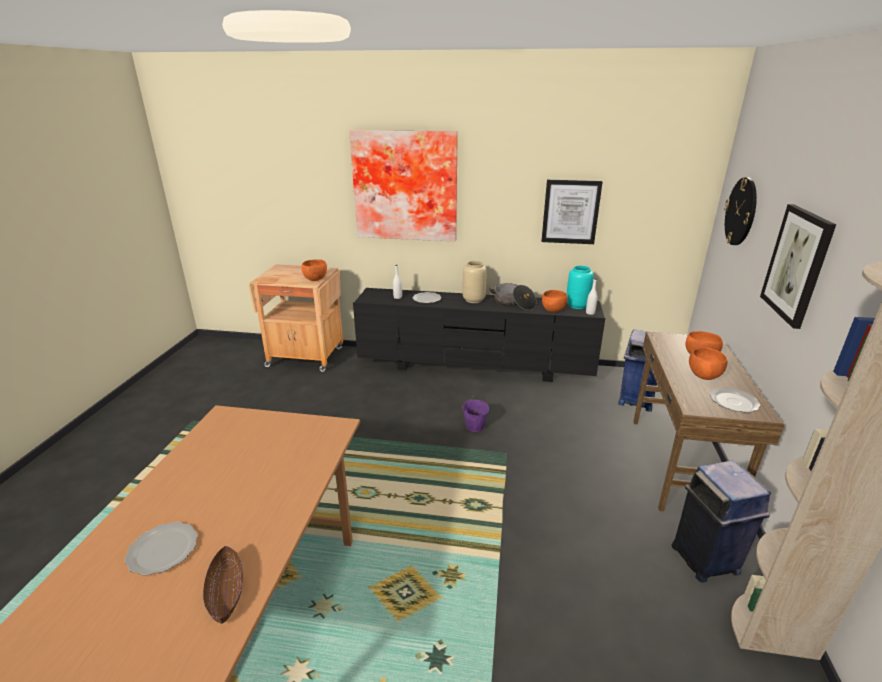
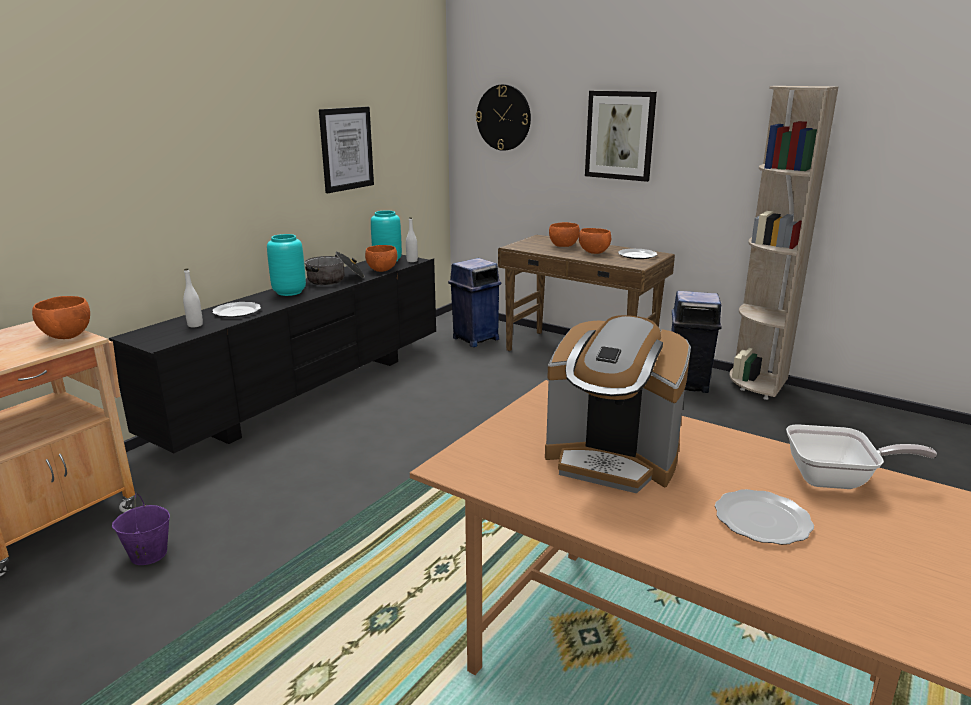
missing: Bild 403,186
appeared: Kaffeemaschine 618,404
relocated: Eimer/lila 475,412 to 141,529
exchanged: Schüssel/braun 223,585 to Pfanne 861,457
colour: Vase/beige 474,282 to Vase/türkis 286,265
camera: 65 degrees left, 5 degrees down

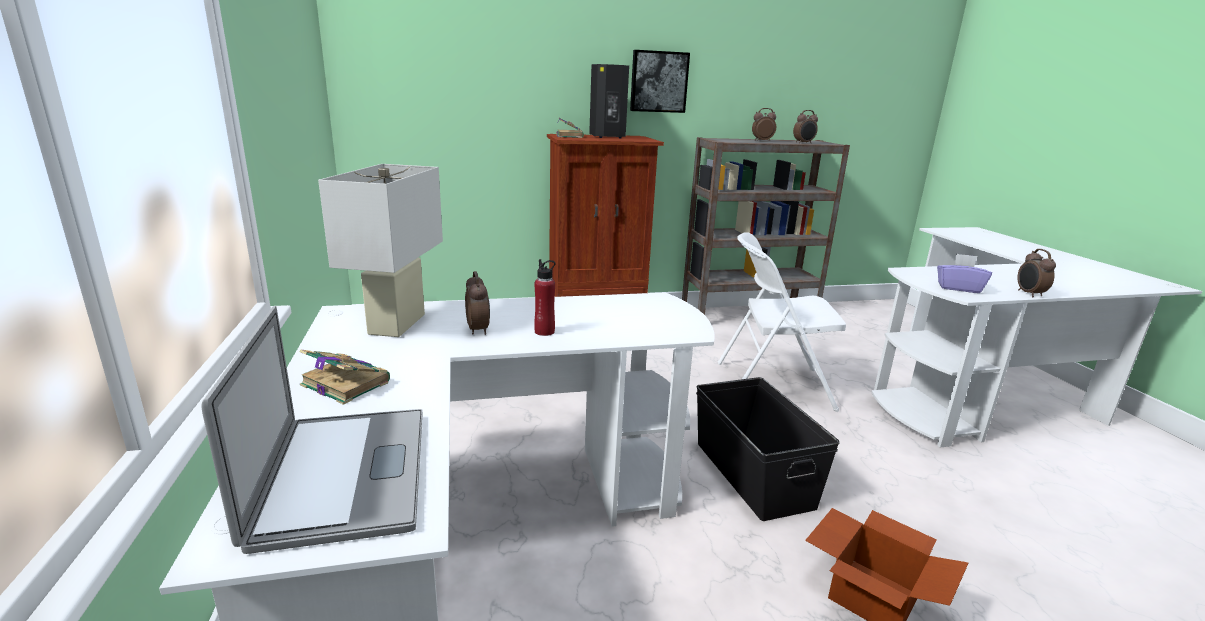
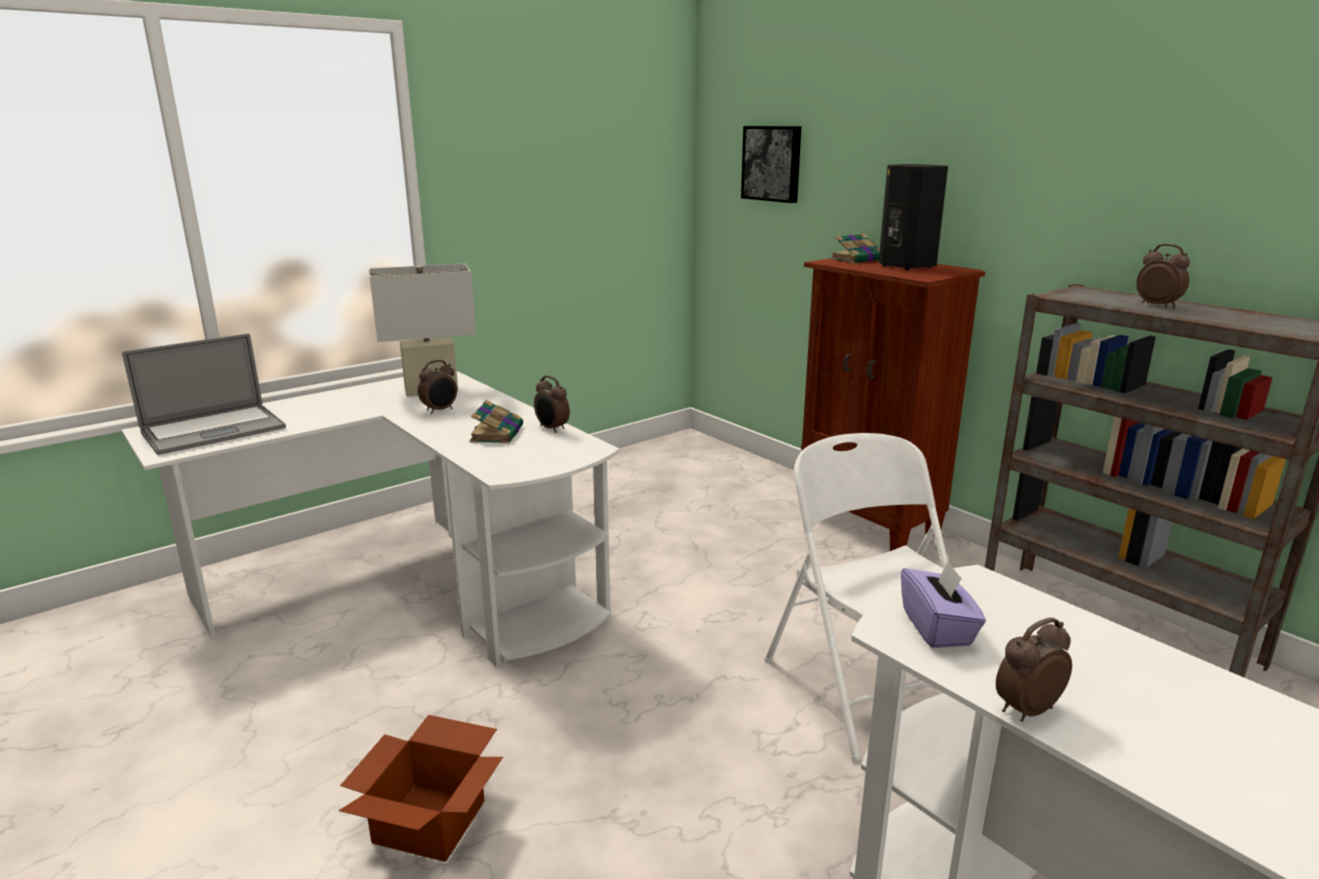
missing: Flasche/rot 545,297; Aufbewahrungsbox/schwarz 768,449
relocated: Buch 345,377 to 496,421; Wecker 805,127 to 552,404; Bild 660,81 to 771,164
camera: 65 degrees right, 0 degrees up

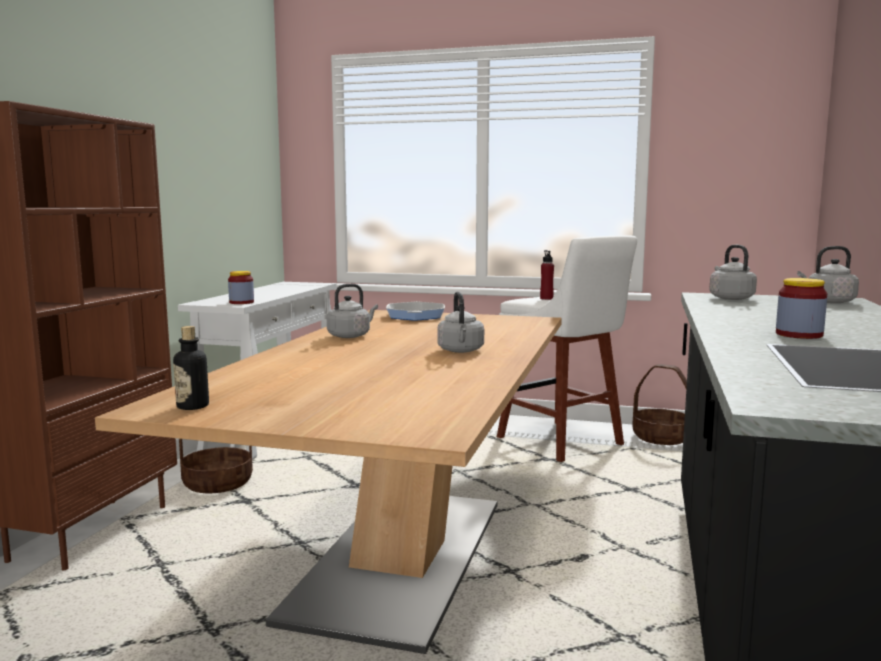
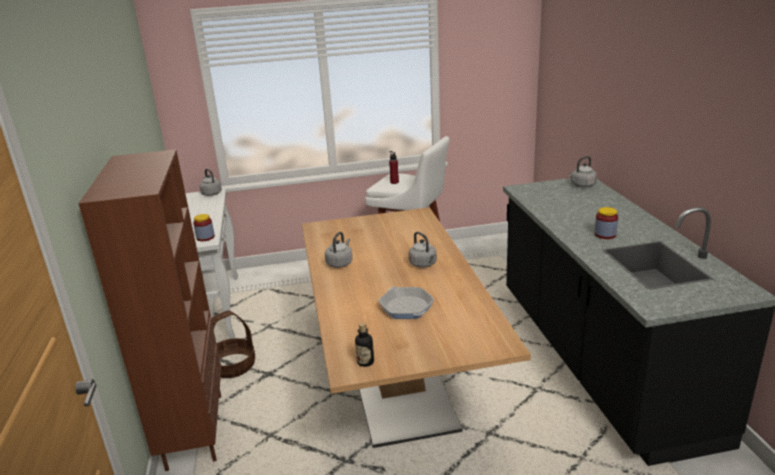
missing: Korb 659,404
relocated: Wasserkessel/grau 733,272 to 210,182; Pfanne 415,311 to 406,303
camera: 25 degrees left, 15 degrees up

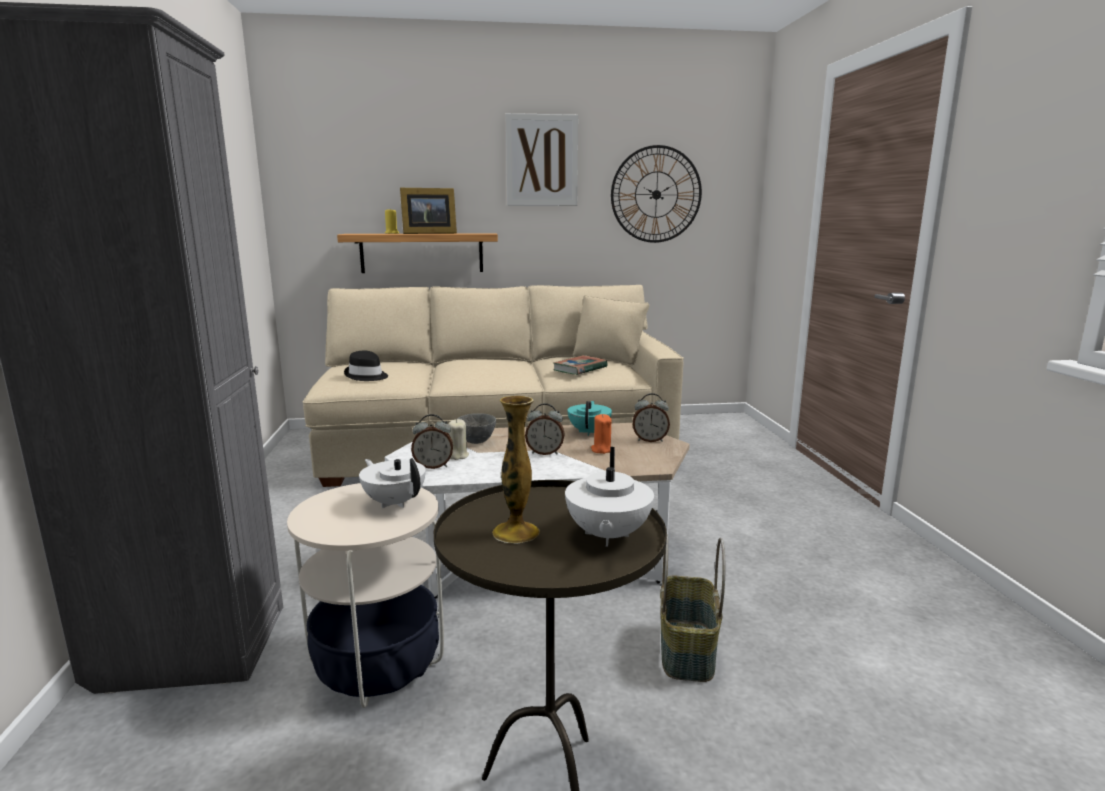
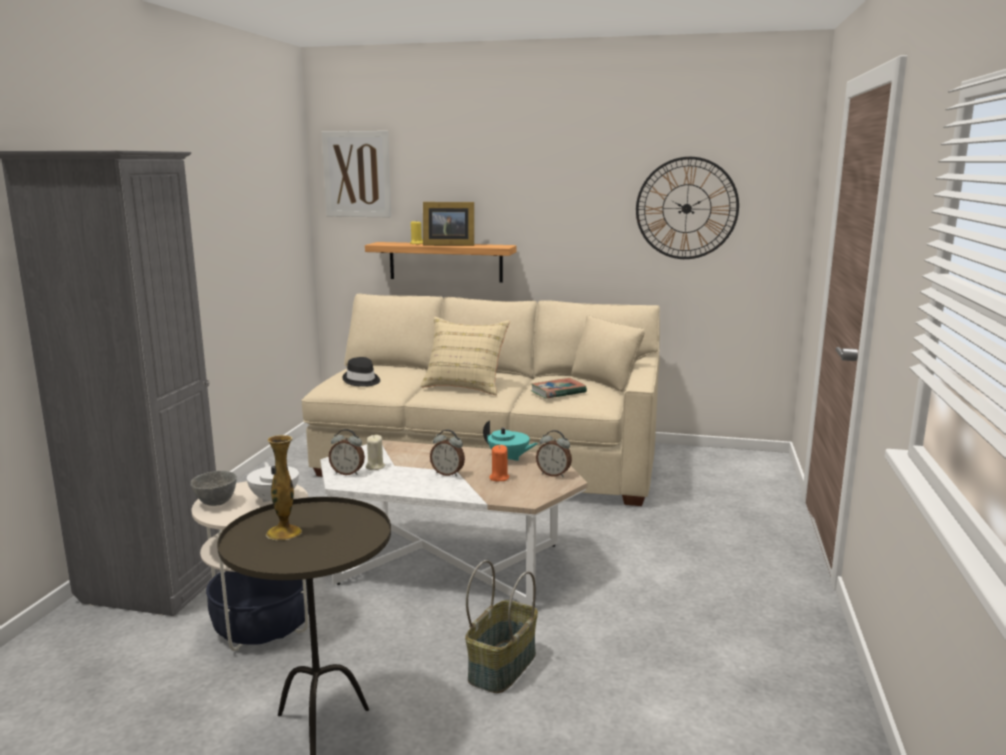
missing: Teekanne/weiß 609,497
appeared: Kissen/beige 465,356
relocated: Schüssel/grau 476,428 to 214,488; Bild 542,159 to 356,174
spun: Teekanne/türkis 589,418 = 510,441 90 degrees clockwise
camera: 20 degrees right, 0 degrees up

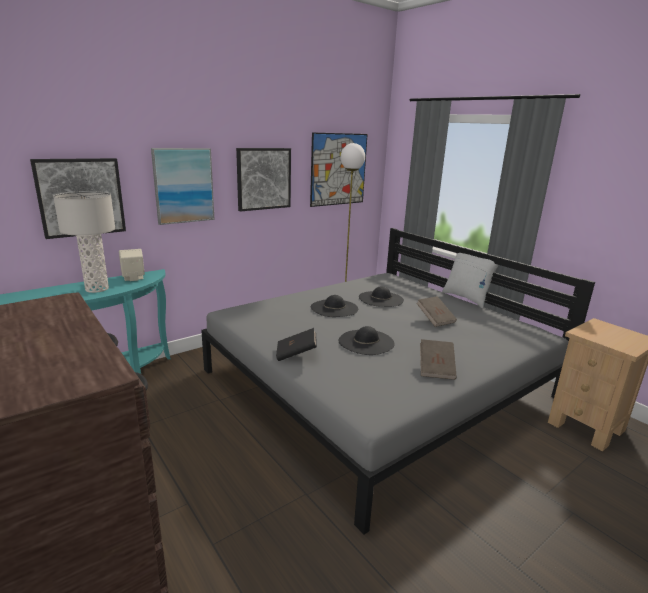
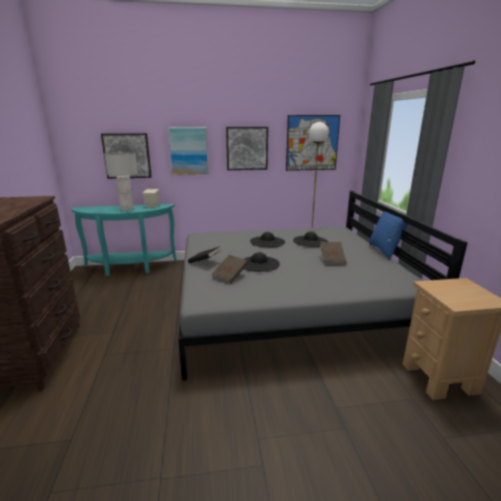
relocated: Buch/braun 438,359 to 230,269
colour: Kissen/grau 470,281 to Kissen/blau 388,233
camera: 30 degrees right, 0 degrees up

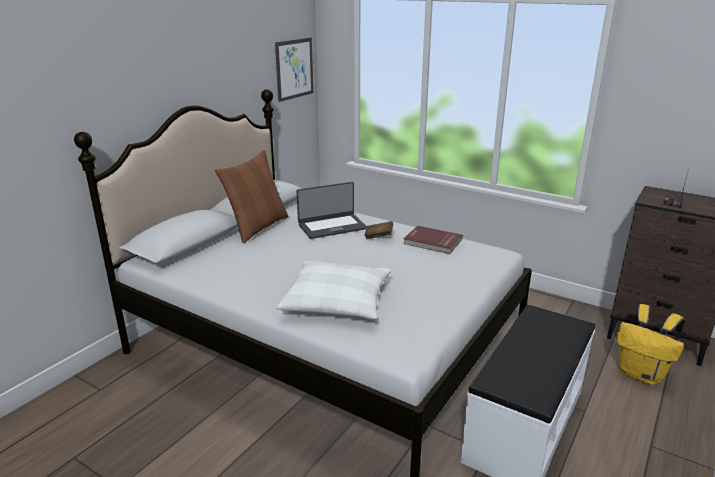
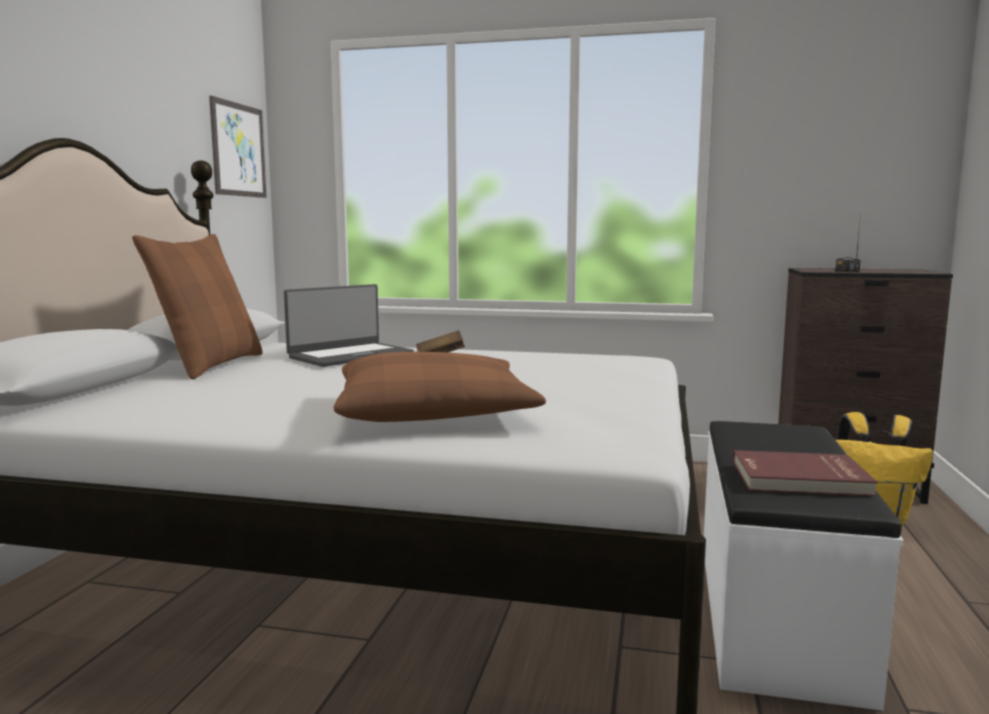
relocated: Buch/rot 433,240 to 805,473
colour: Kissen/weiß 334,290 to Kissen/braun 440,387
camera: 20 degrees left, 15 degrees down

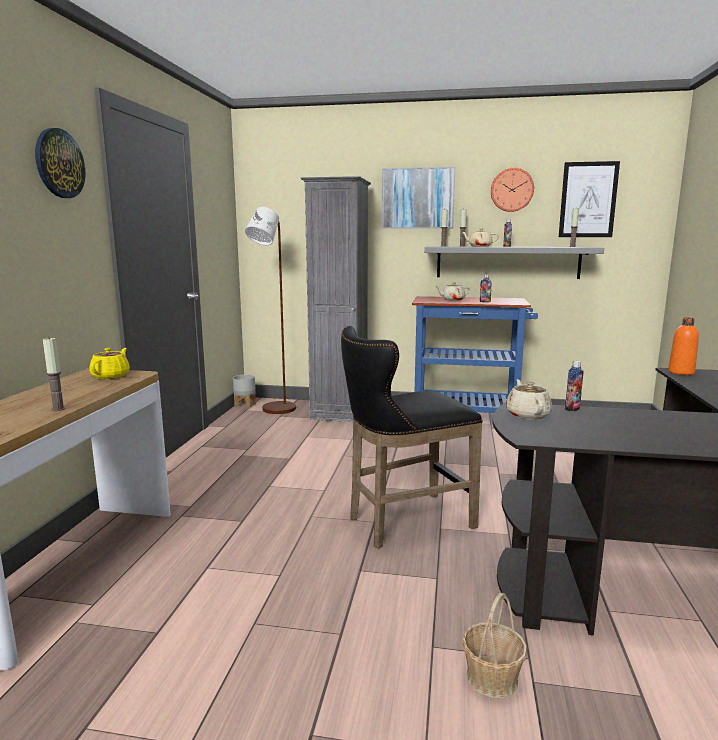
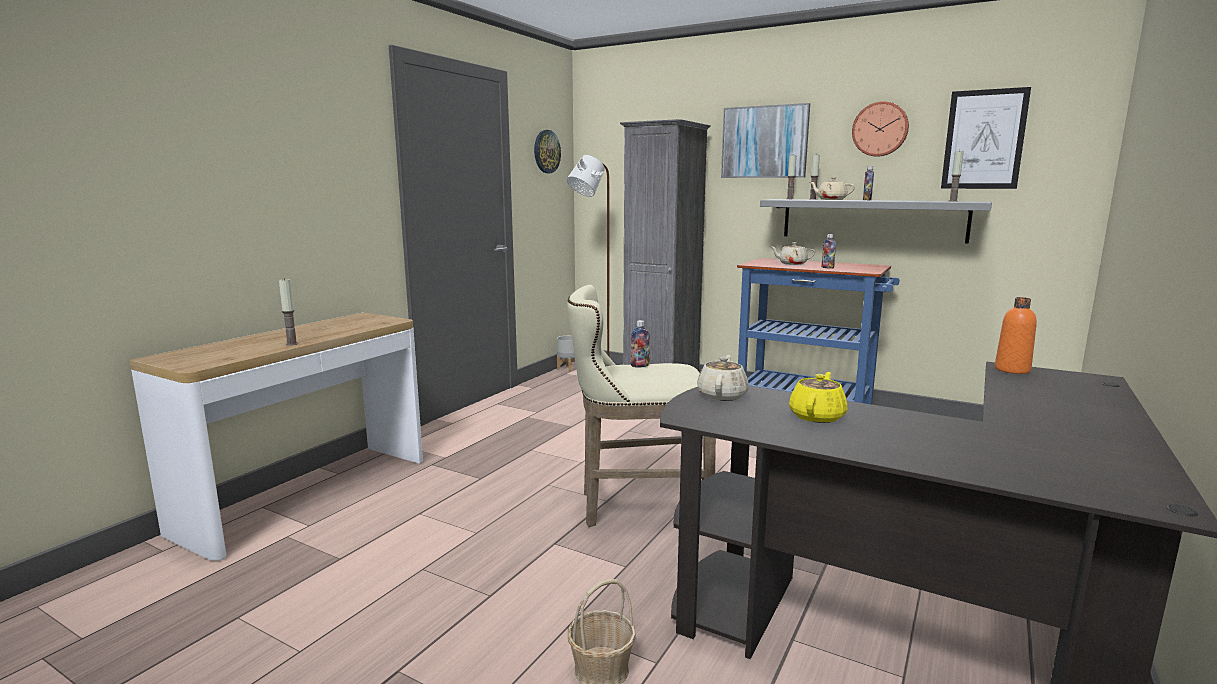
relocated: Wanduhr 60,163 to 547,151; Flasche 574,385 to 640,344; Teekanne/gelb 109,363 to 818,397
colour: Hocker/schwarz 412,437 to Hocker/beige 641,406
camera: 20 degrees right, 0 degrees up

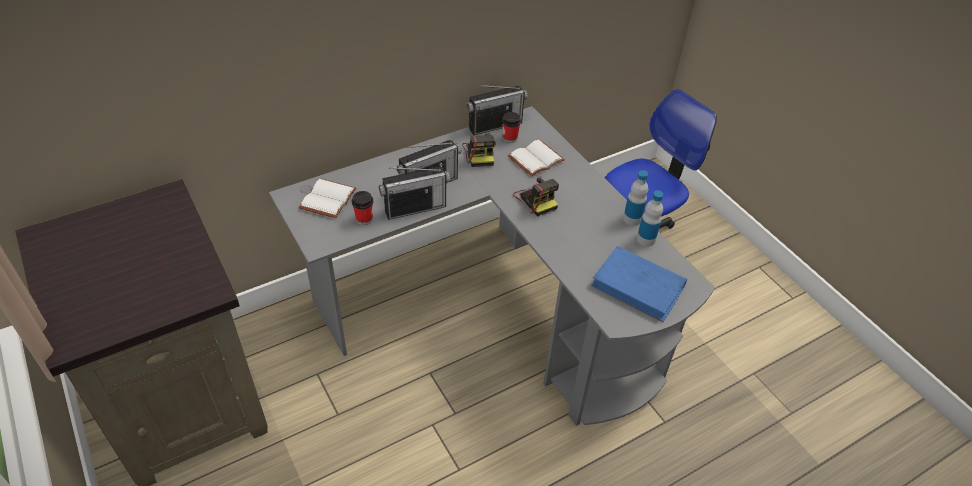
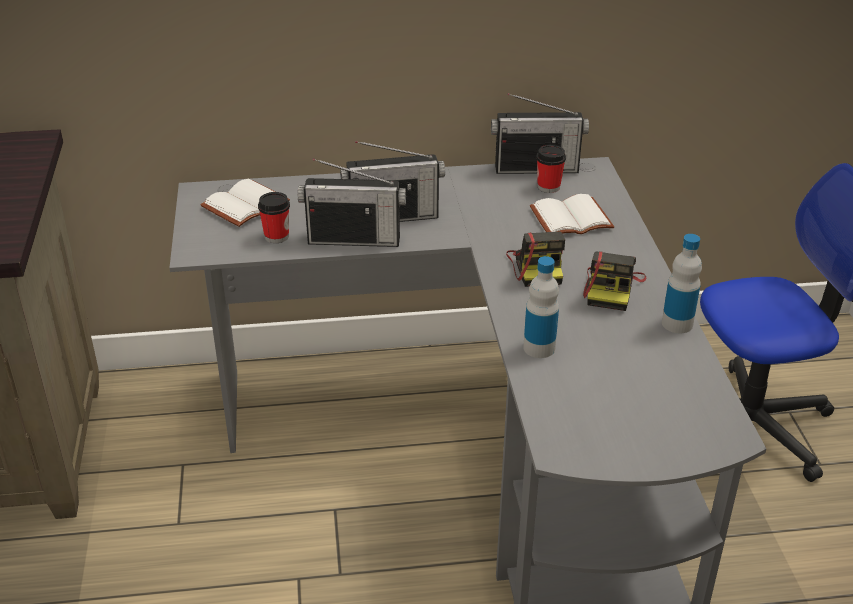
missing: Buch/blau 639,284
relocated: Flasche 650,218 to 541,307; Kamera 479,150 to 614,281
camera: 25 degrees right, 10 degrees down

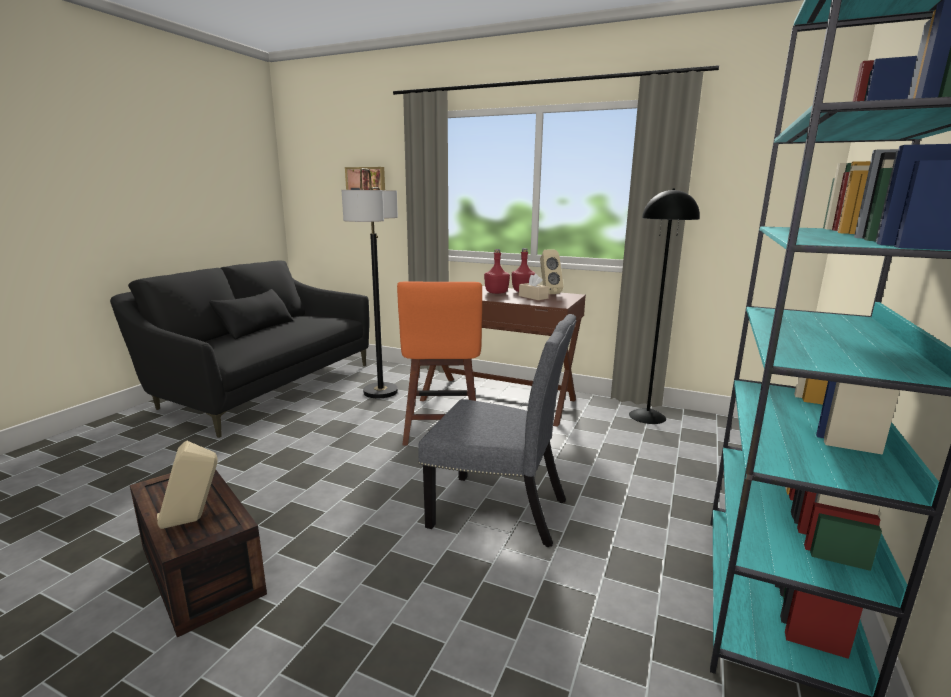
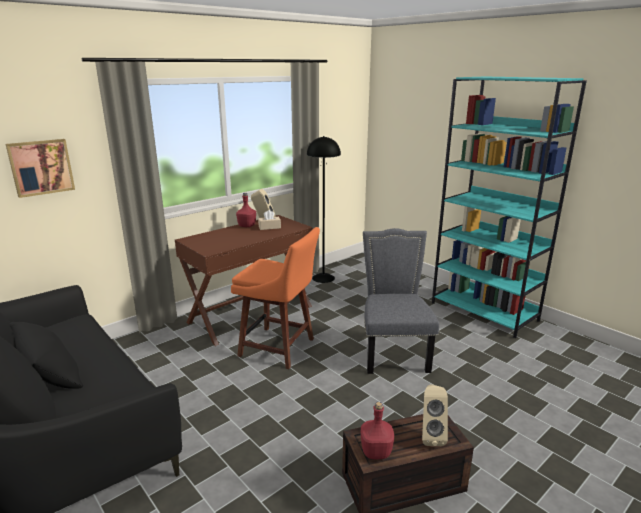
missing: Stehlampe 370,283
relocated: Flasche/rot 497,271 to 377,430
spun: Stuhl/grau 497,430 = 401,301 45 degrees counterclockwise
camera: 65 degrees left, 5 degrees up

